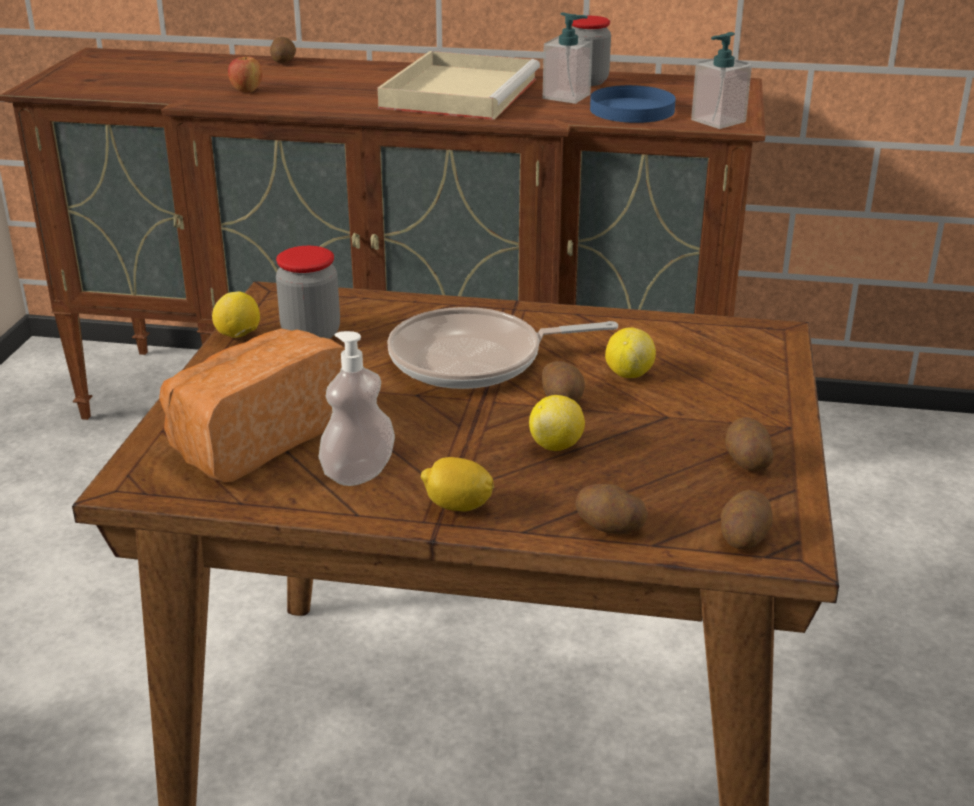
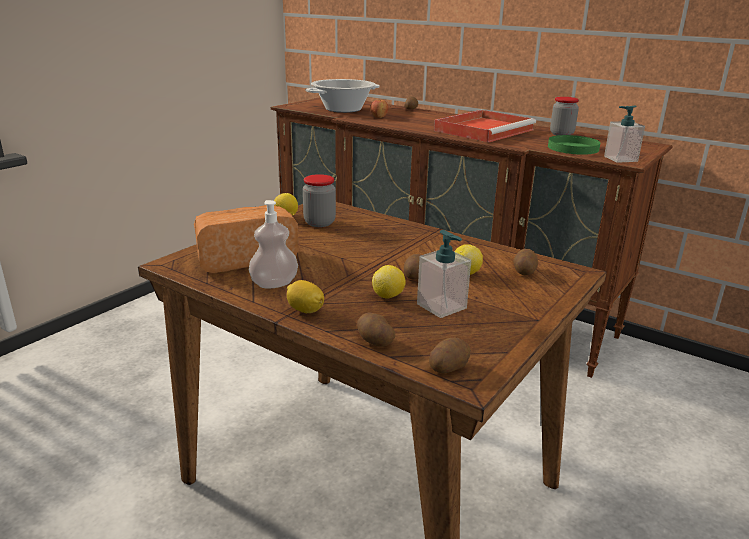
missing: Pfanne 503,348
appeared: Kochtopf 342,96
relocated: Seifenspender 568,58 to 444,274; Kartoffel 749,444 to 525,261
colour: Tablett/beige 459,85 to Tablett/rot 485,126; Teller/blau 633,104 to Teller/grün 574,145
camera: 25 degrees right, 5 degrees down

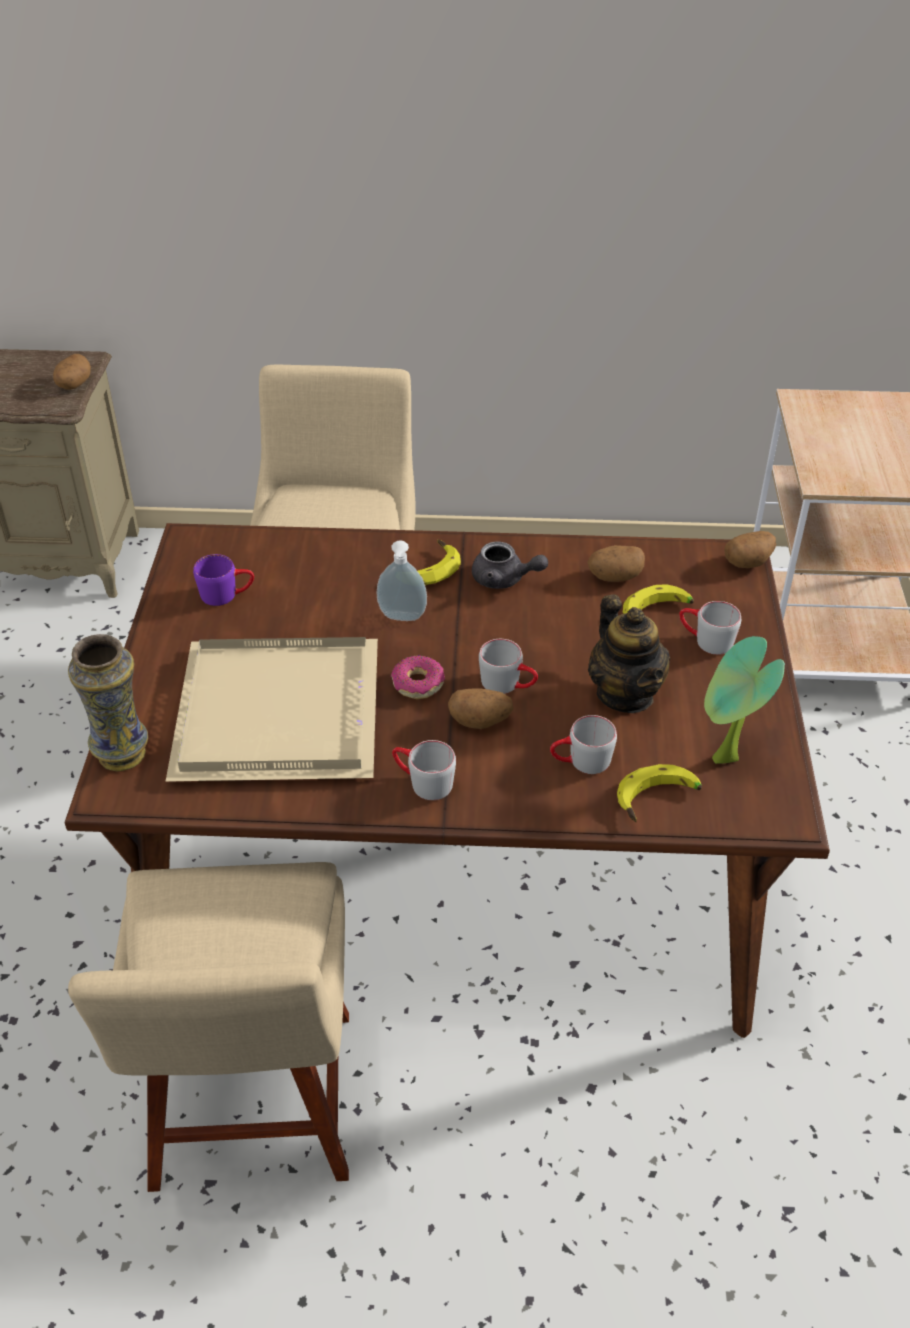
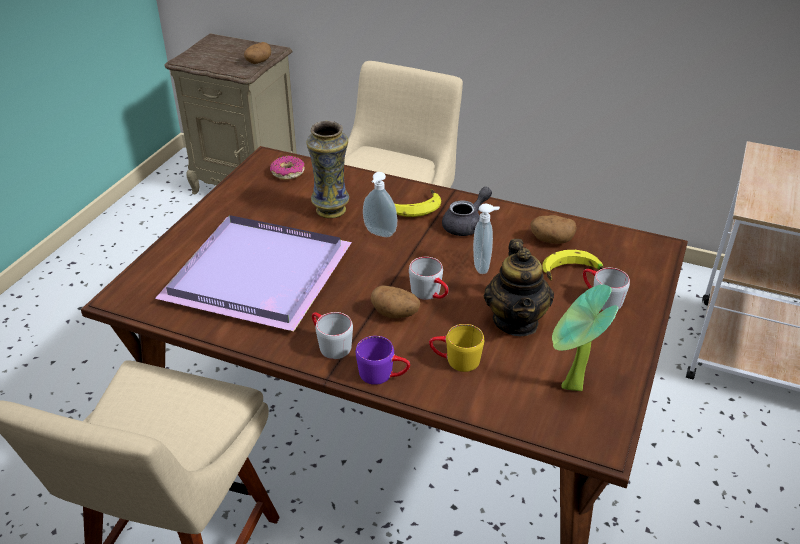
missing: Banane 659,793; Kartoffel 750,549
appeared: Seifenspender 486,238
relocated: Donut 418,677 to 287,168; Vase 108,702 to 328,169; Henkelbecher/lila 223,580 to 383,360
colour: Tablett/beige 271,709 to Tablett/lila 253,273; Henkelbecher/grau 583,744 to Henkelbecher/gelb 456,348
spun: Teekanne/grau 510,565 = 467,211 90 degrees counterclockwise
camera: 20 degrees right, 5 degrees down

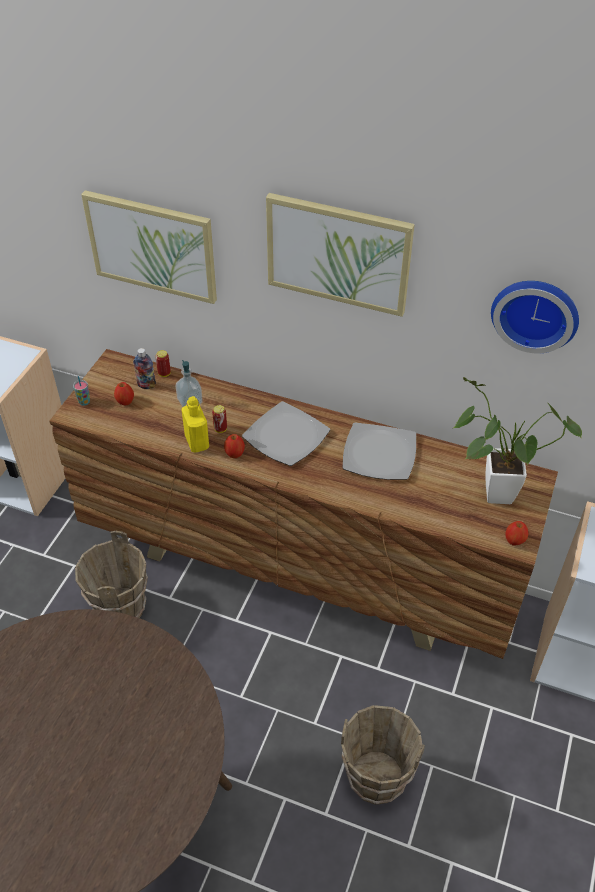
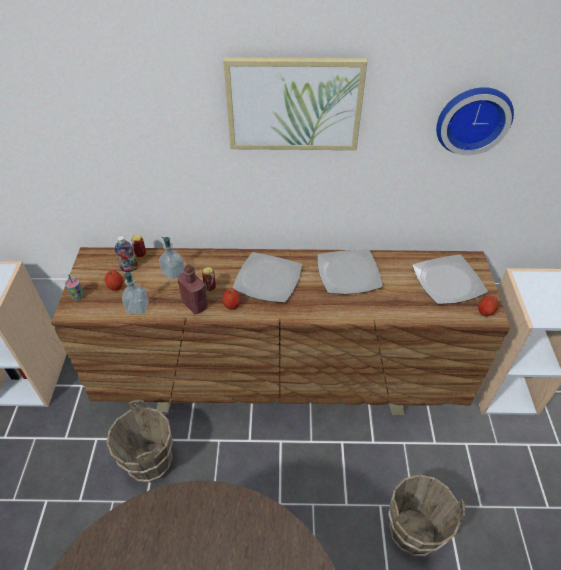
missing: Bild 149,247
appeared: Seifenspender 135,292
exchanged: Topfpflanze 517,440 to Teller 450,279
colour: Flasche/gelb 195,424 to Flasche/rot 192,289
camera: 20 degrees left, 0 degrees up

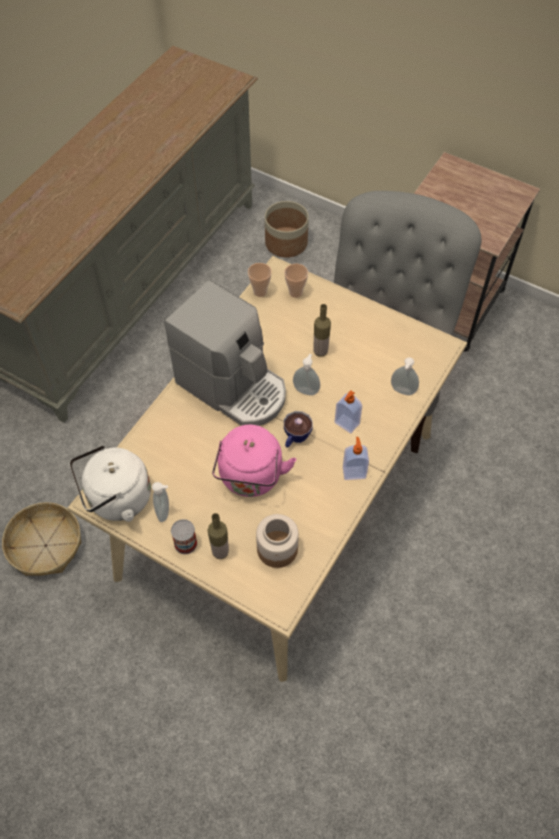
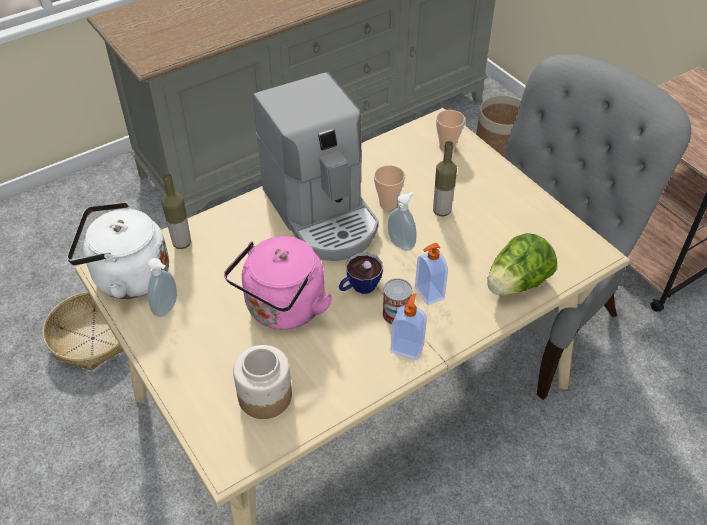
relocated: Flasche 218,536 to 176,211; Tasse 260,280 to 389,187; Dose 184,536 to 397,301
exchanged: Seifenspender 405,376 to Salatkopf 522,264
camera: 25 degrees right, 10 degrees down

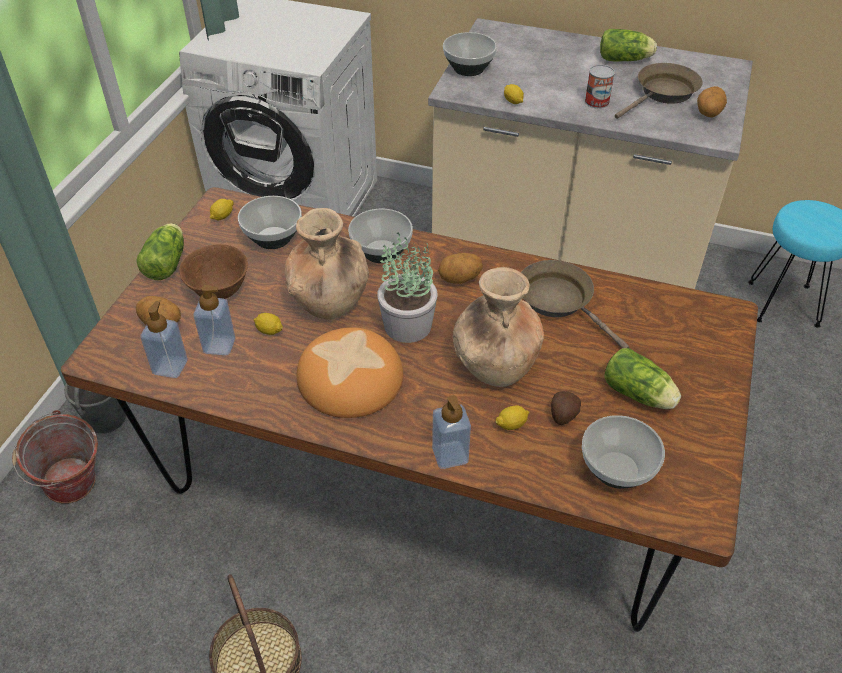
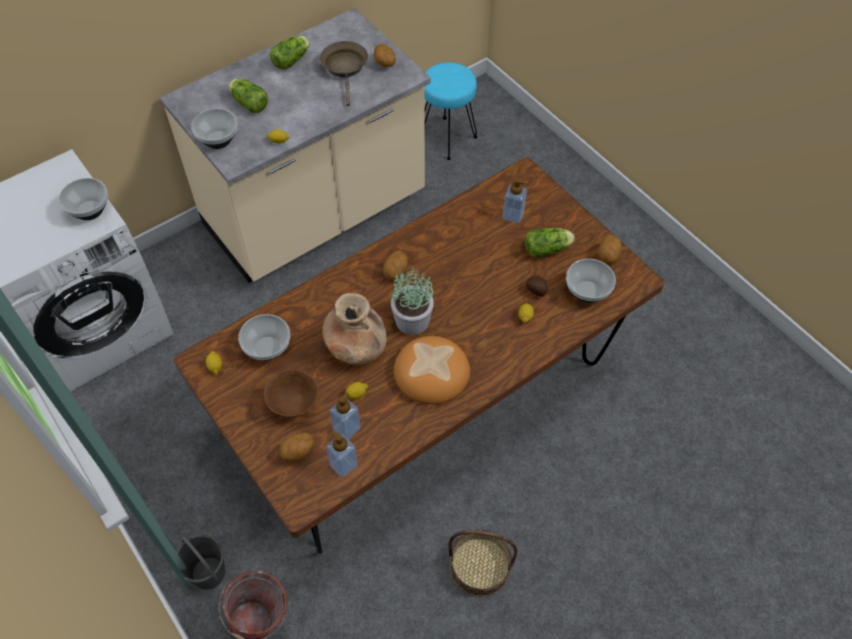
missing: Vase/braun 498,327; Pfanne/braun 575,304; Dose 600,87
appeared: Kartoffel 610,249
relocated: Schüssel 380,236 to 83,199; Salatkopf 160,251 to 248,96; Seifenspender 451,432 to 515,201
camera: 55 degrees left, 10 degrees up

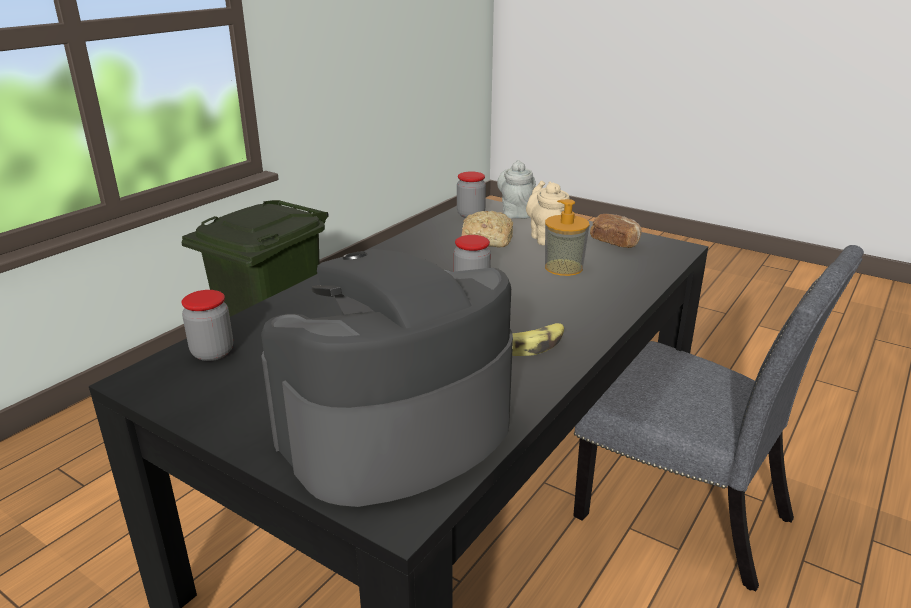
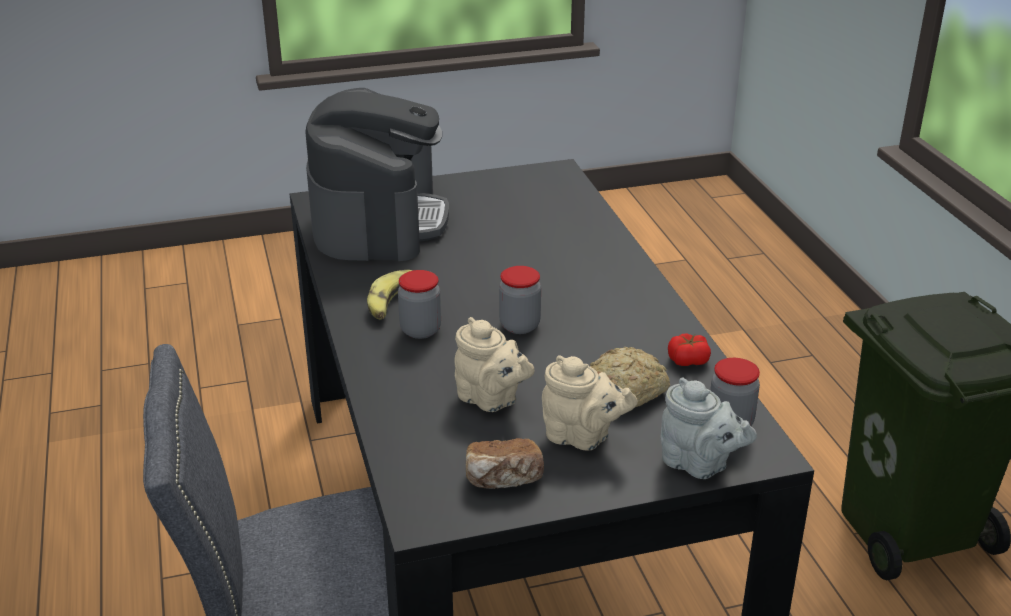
appeared: Tomate 689,350
relocated: Vorratsglas 207,325 to 419,304
exchanged: Seifenspender 567,237 to Teekanne/beige 494,364
camera: 130 degrees right, 5 degrees up

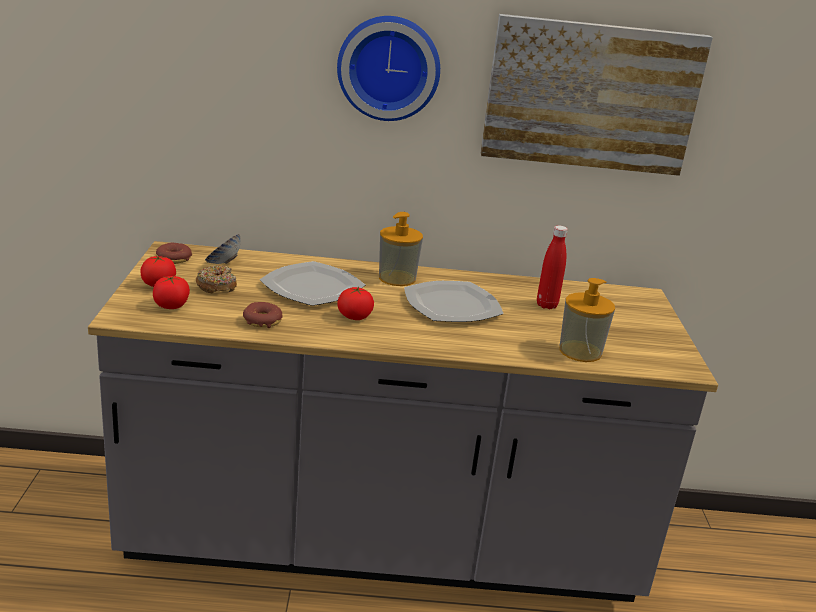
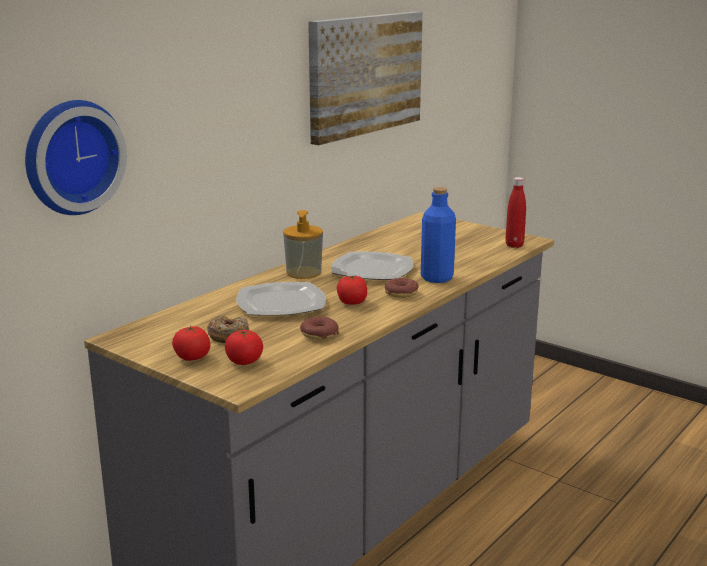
missing: Schüssel 223,249; Seifenspender 587,320
appeared: Flasche/blau 438,235
relocated: Wanduhr 388,68 to 76,157; Donut 174,253 to 401,288; Flasche/rot 552,267 to 515,212
camera: 50 degrees left, 5 degrees down

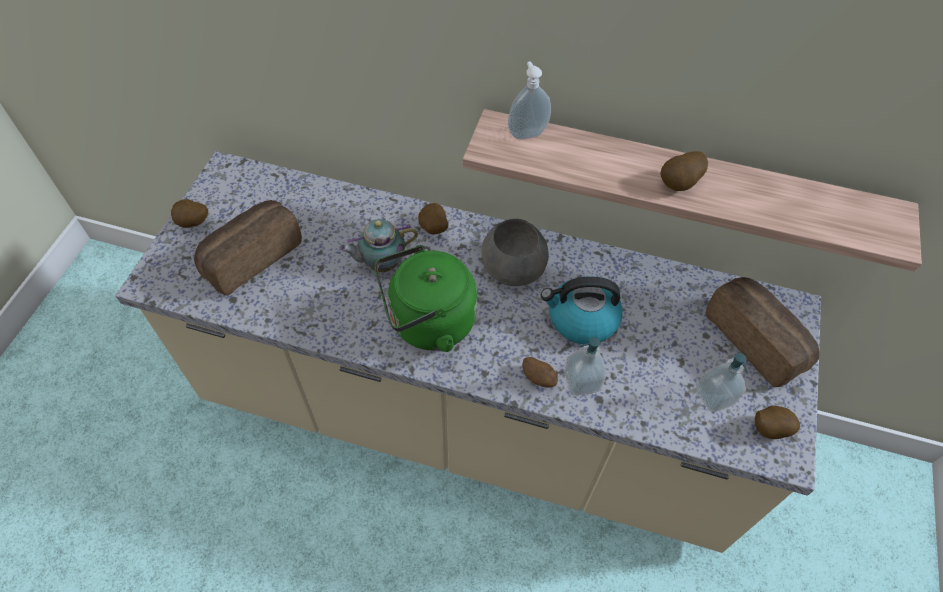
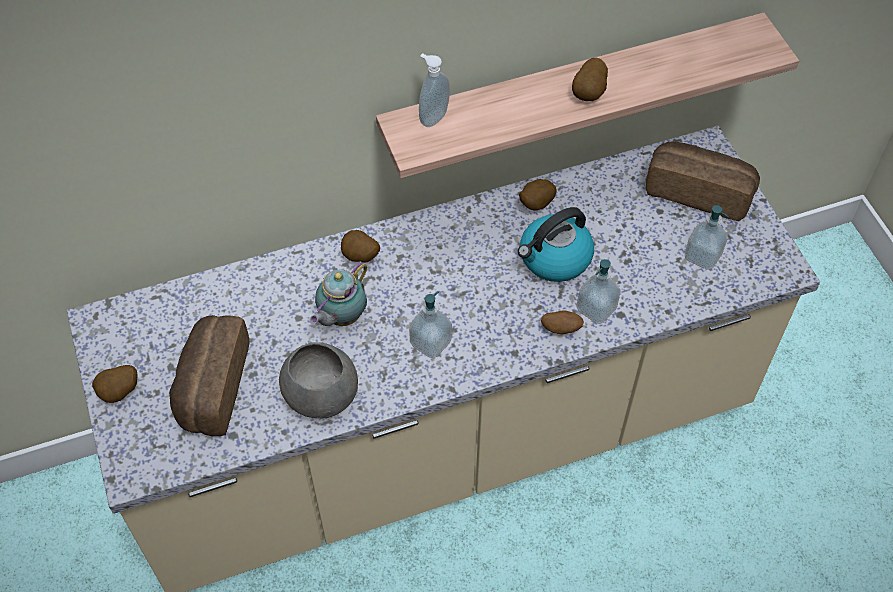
relocated: Schüssel/grau 515,252 to 318,380; Kartoffel 777,422 to 537,195
exchanged: Wasserkessel/grün 425,298 to Seifenspender 430,324
camera: 35 degrees left, 0 degrees up

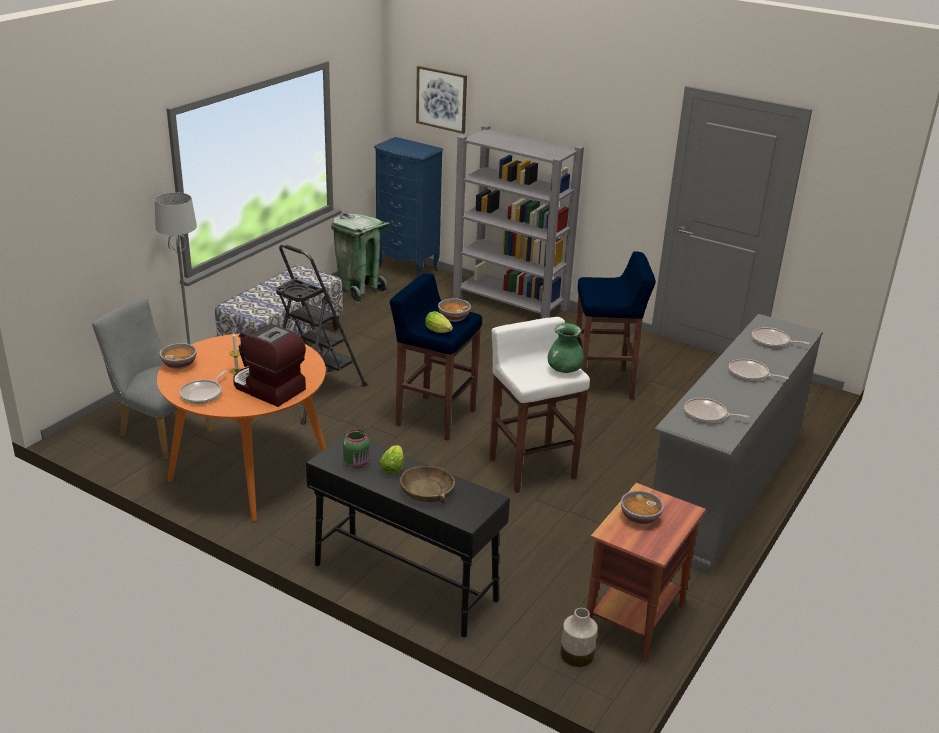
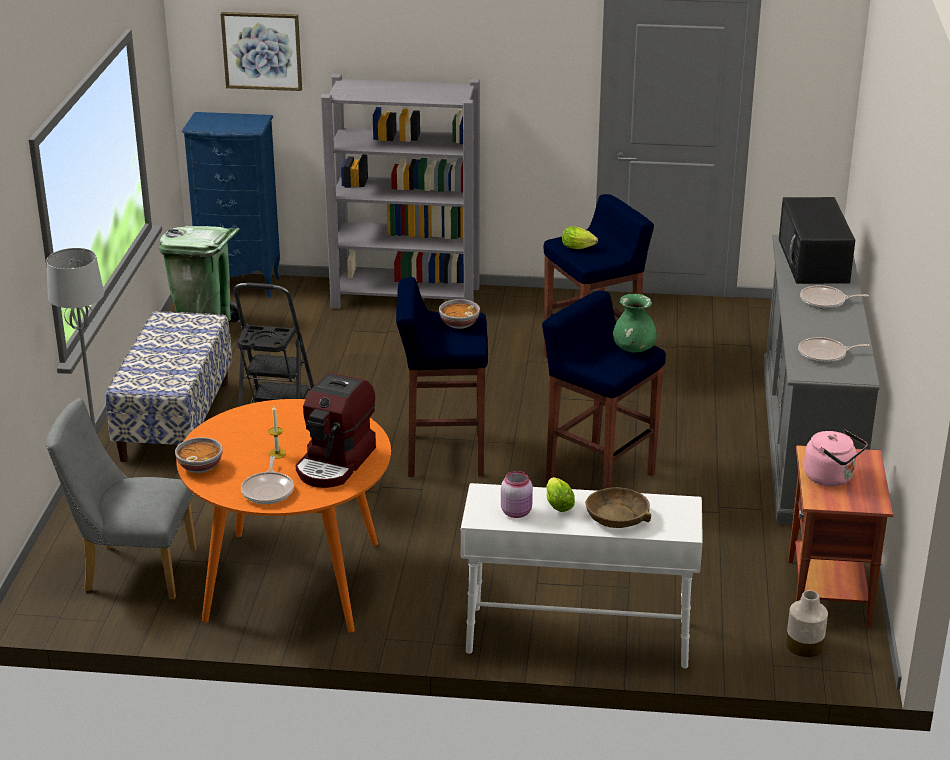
relocated: Salatkopf 439,322 to 580,237
exchanged: Pfanne 781,337 to Mikrowelle/schwarz 817,240; Schüssel 642,508 to Wasserkessel/rosa 835,458
colour: Konsolentisch/schwarz 408,535 to Konsolentisch/weiß 582,575; Vorratsglas/grün 356,449 to Vorratsglas/rosa 517,494; Hocker/weiß 539,405 to Hocker/blau 604,389
spun: Kaffeemaschine 269,365 = 336,430 75 degrees counterclockwise
camera: 25 degrees left, 0 degrees up

